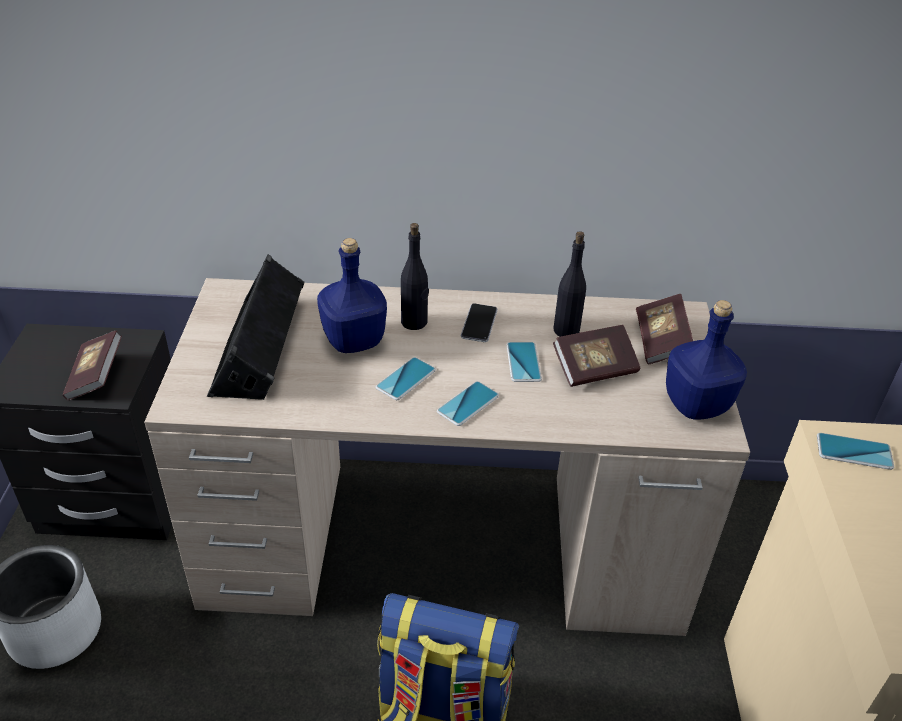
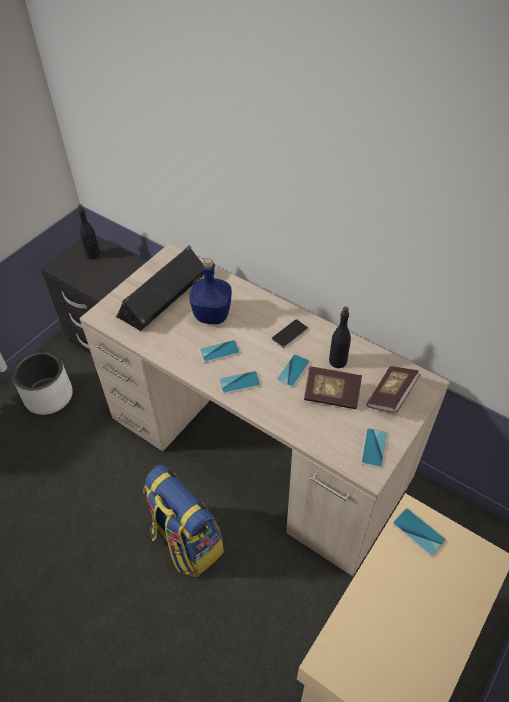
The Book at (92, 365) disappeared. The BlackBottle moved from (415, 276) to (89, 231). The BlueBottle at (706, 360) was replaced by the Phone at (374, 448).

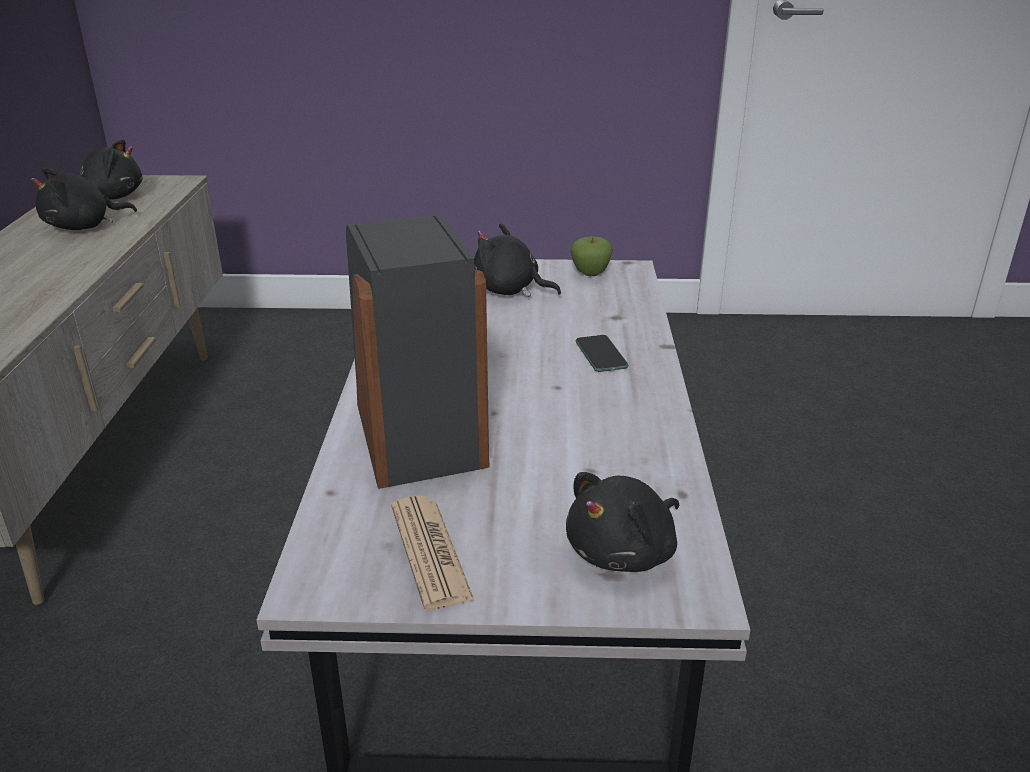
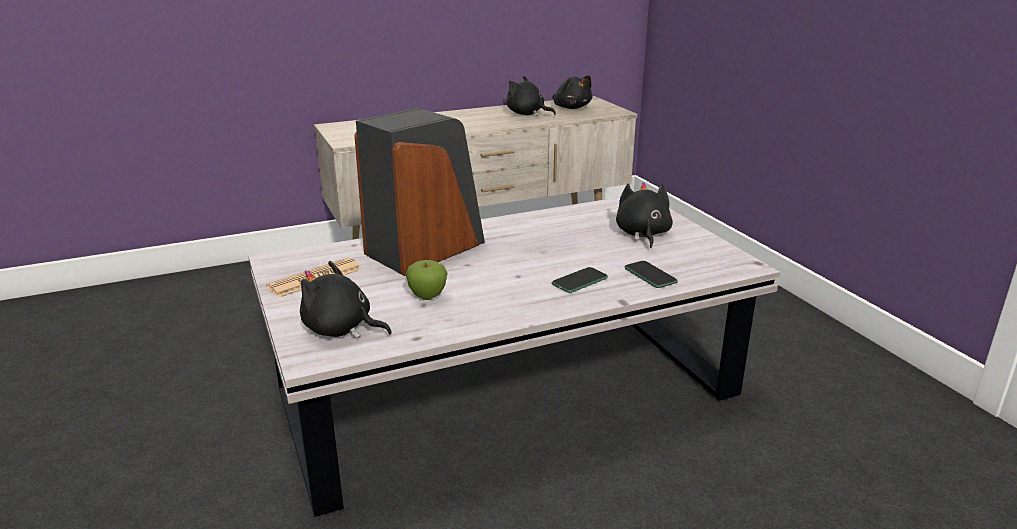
The Apple moved from (591, 256) to (427, 280). The Phone at (651, 274) appeared.

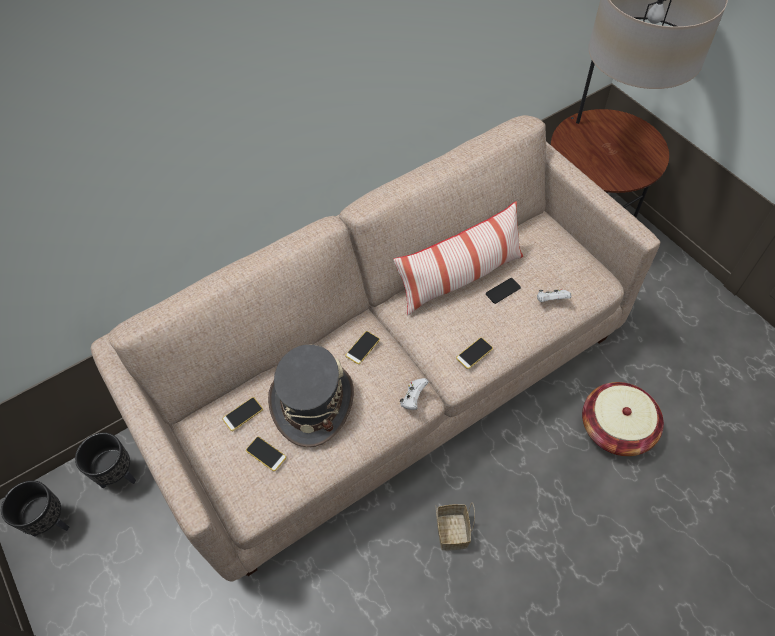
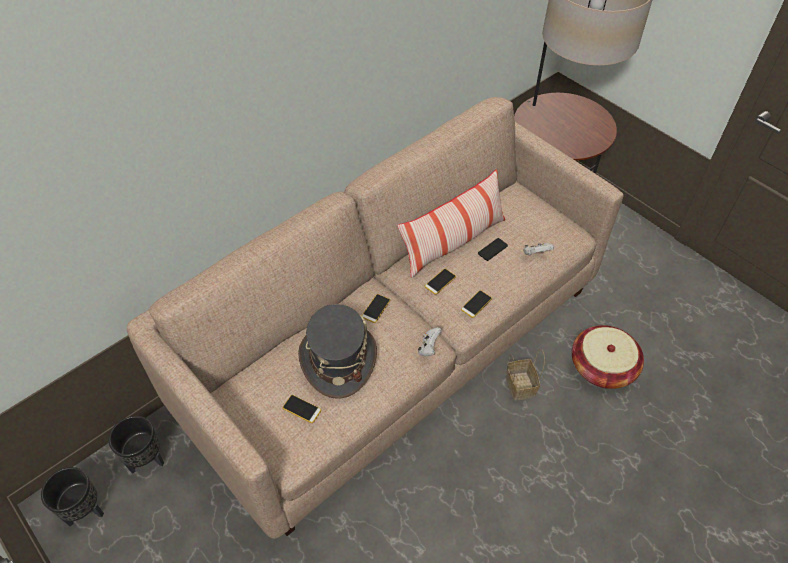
The Phone moved from (242, 414) to (440, 282). The Basket moved from (455, 526) to (525, 375).

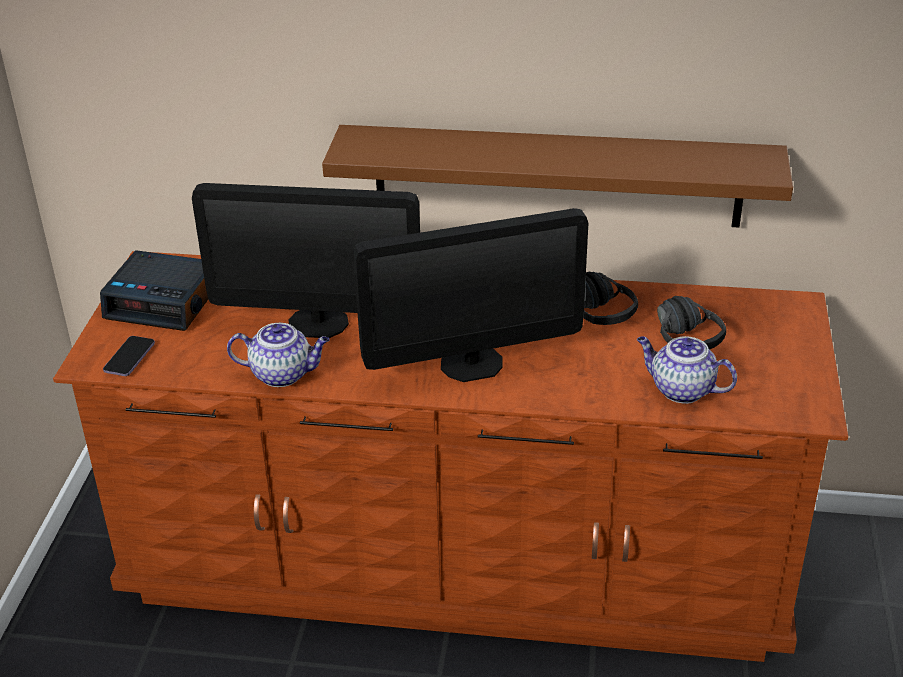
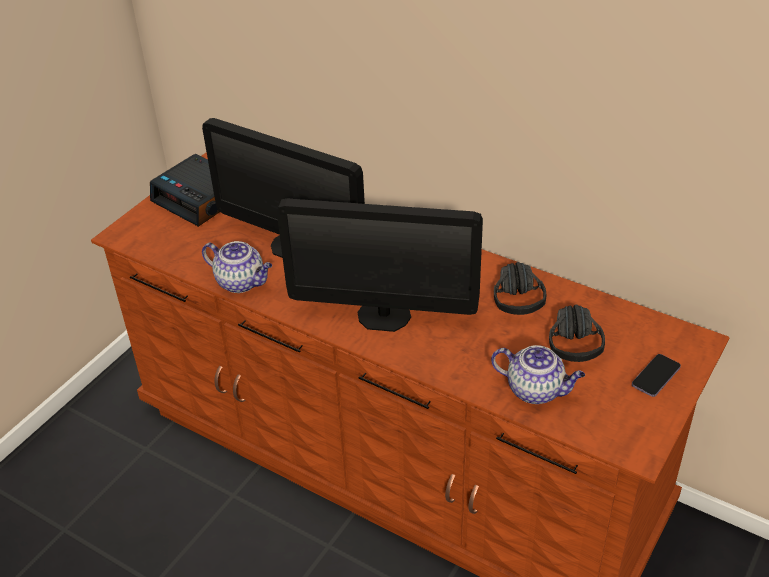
The Phone moved from (129, 356) to (656, 375). The BrownShelf at (557, 176) disappeared. The Teapot at (687, 370) turned 150 degrees clockwise.

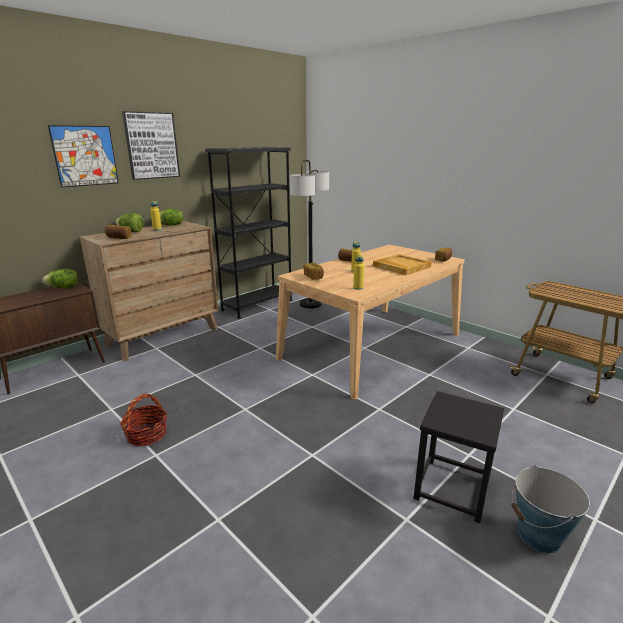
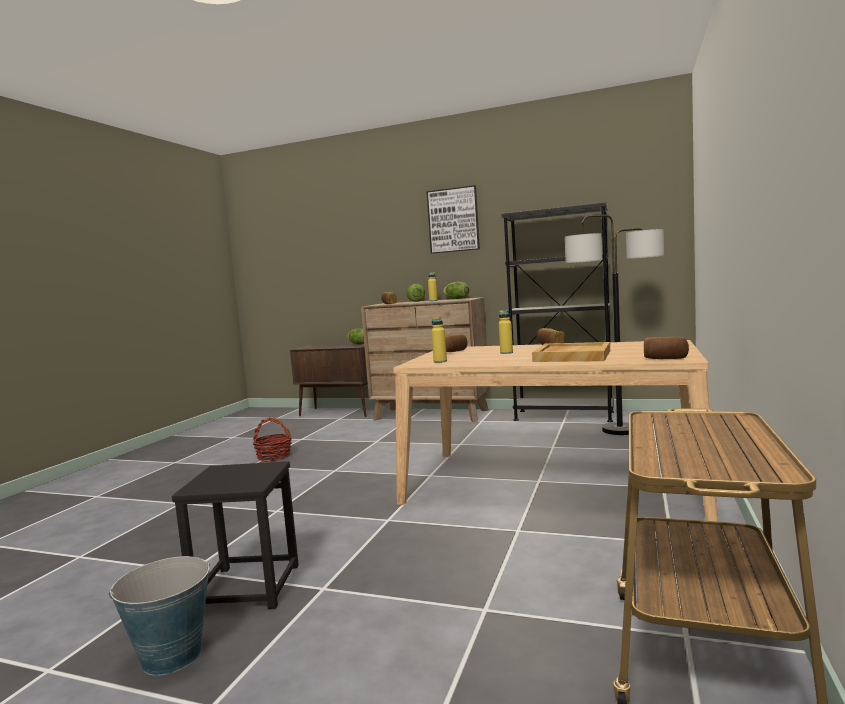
The Picture at (83, 156) disappeared.

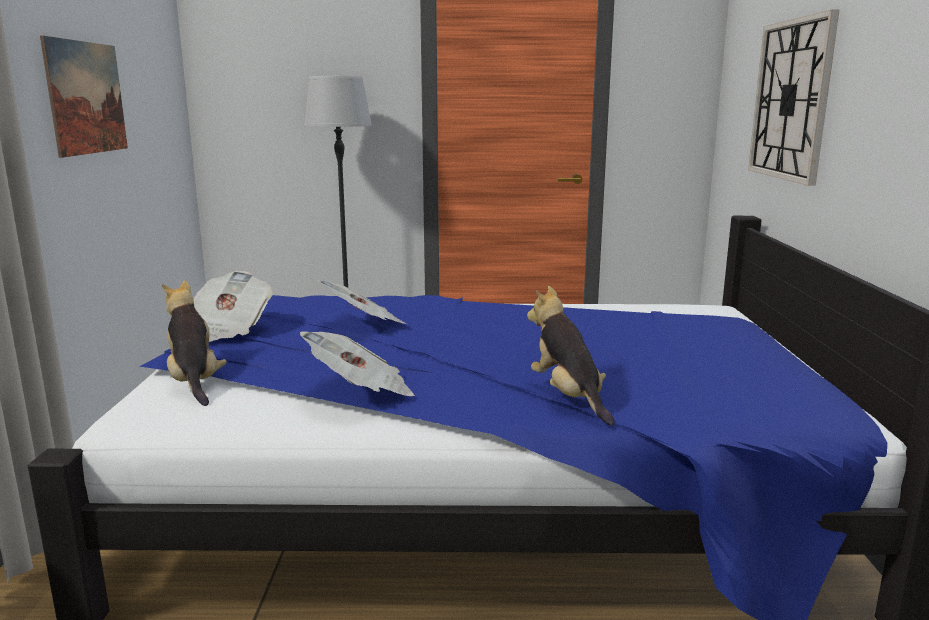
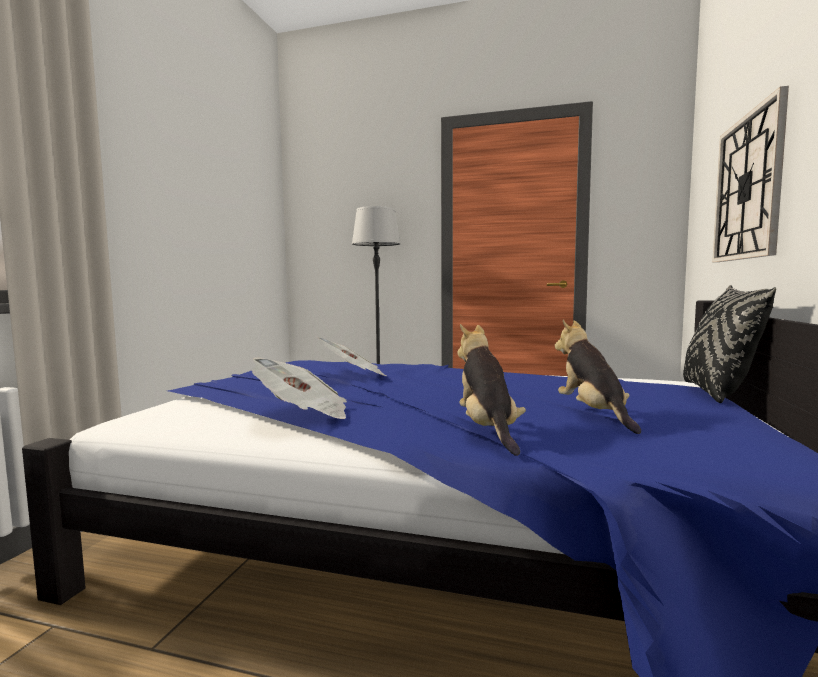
The Picture at (84, 97) disappeared. The PlushToy moved from (194, 343) to (598, 377). The Newspaper at (233, 306) disappeared. The BlackPillow at (729, 344) appeared.

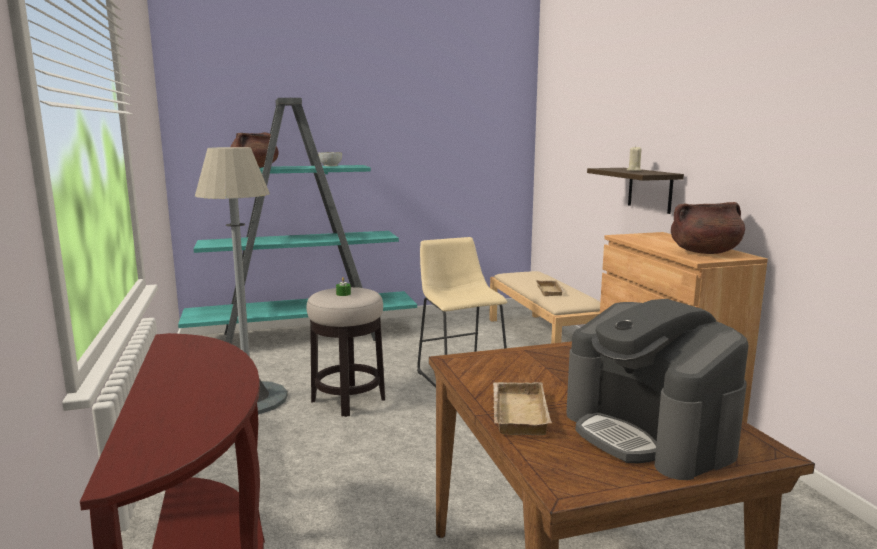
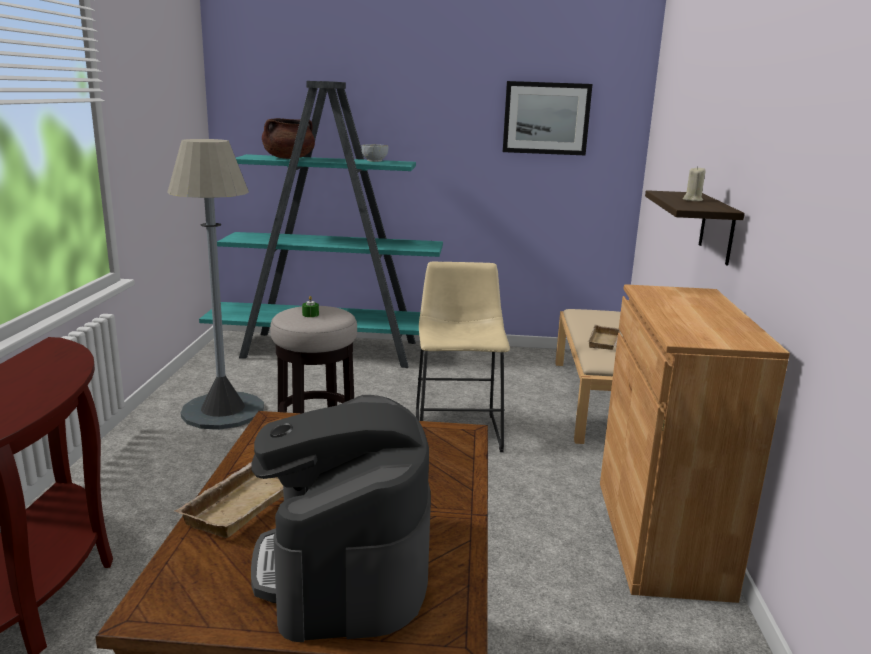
The BrownCookingPot at (708, 228) disappeared. The Picture at (547, 118) appeared.

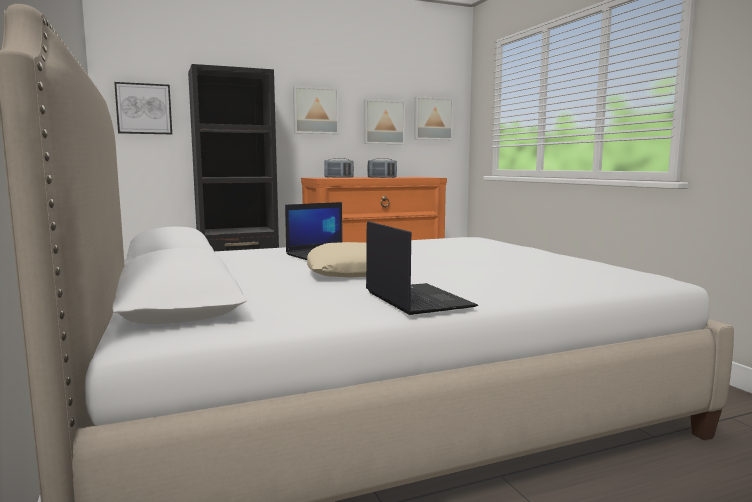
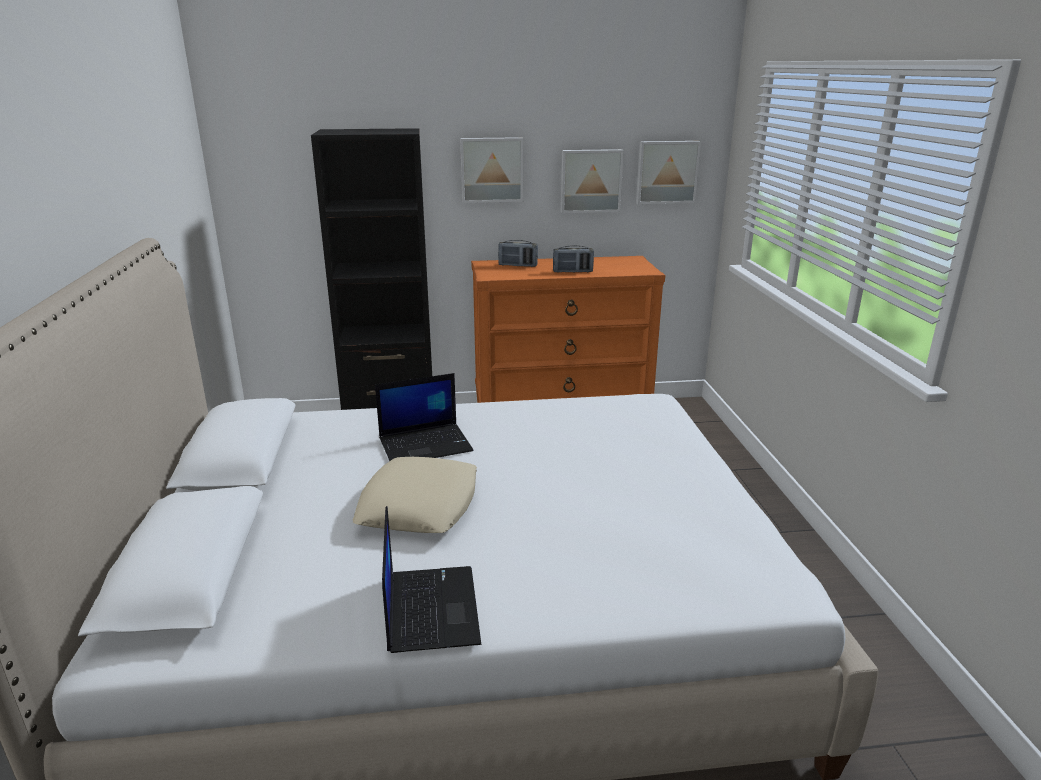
The Picture at (143, 108) disappeared.

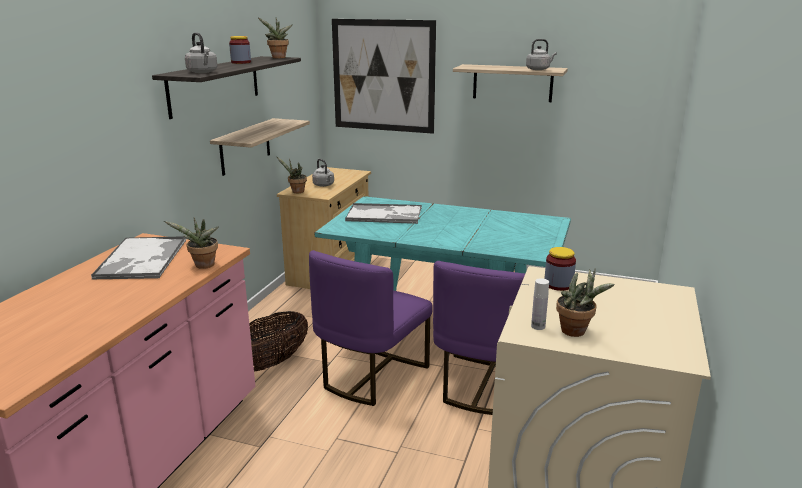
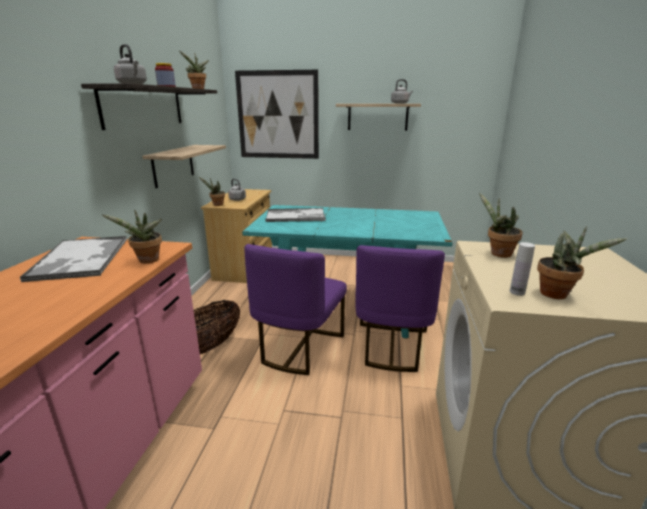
The Jar at (560, 269) was replaced by the PottedPlant at (501, 225).

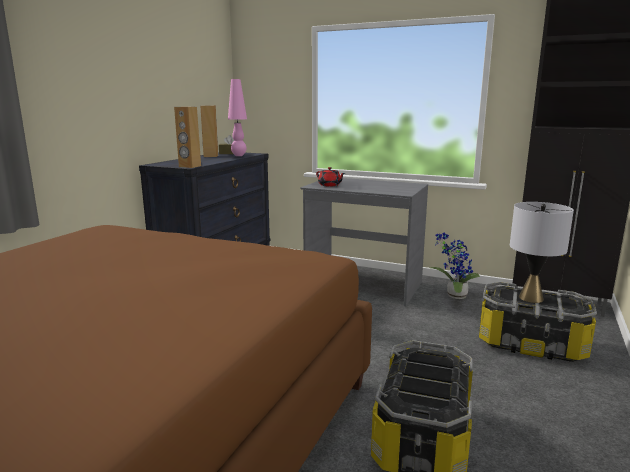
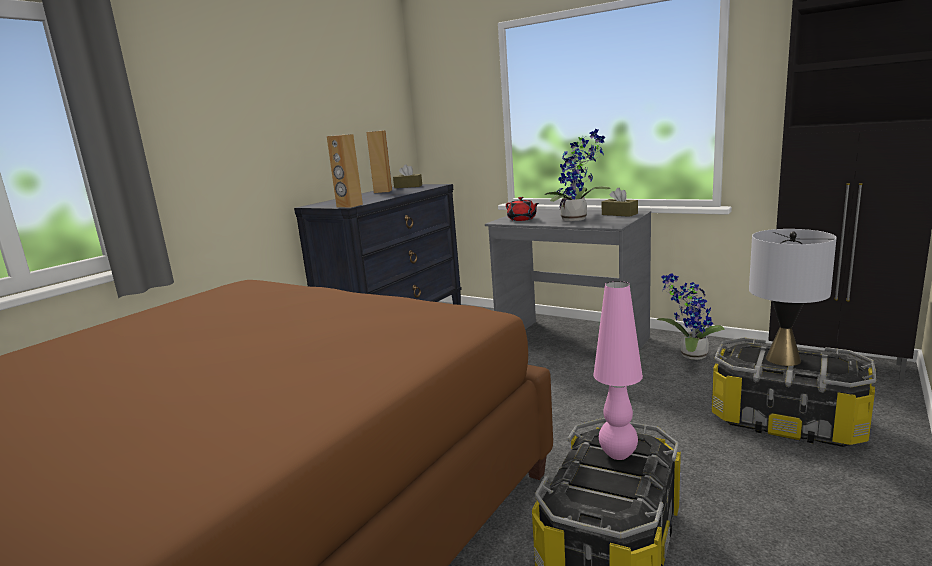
The PinkTableLamp moved from (237, 117) to (618, 370). The PottedPlant at (577, 175) appeared. The BrownTissueBox at (620, 202) appeared.

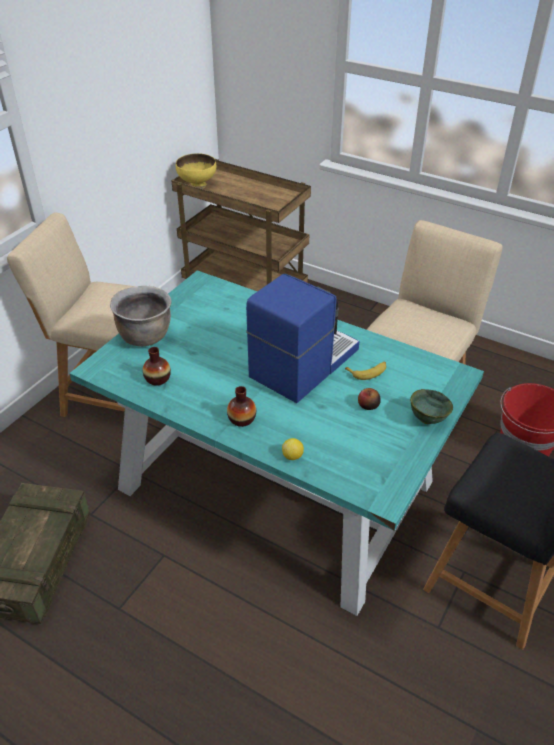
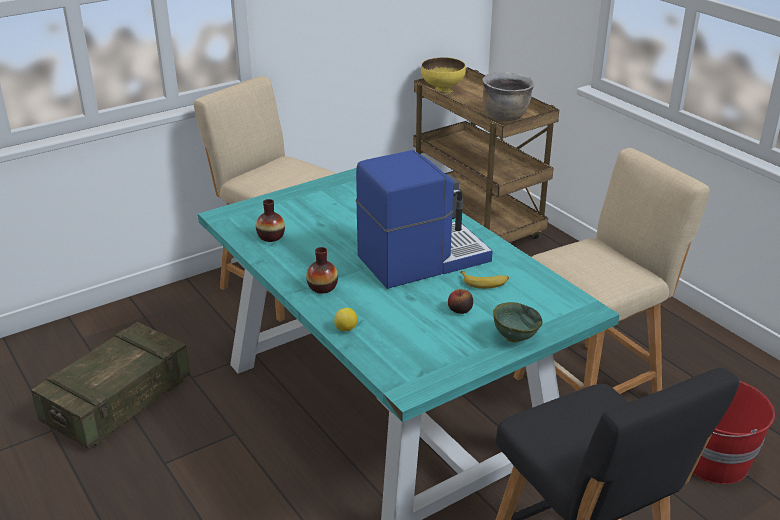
The BrownCookingPot moved from (140, 316) to (508, 96).

